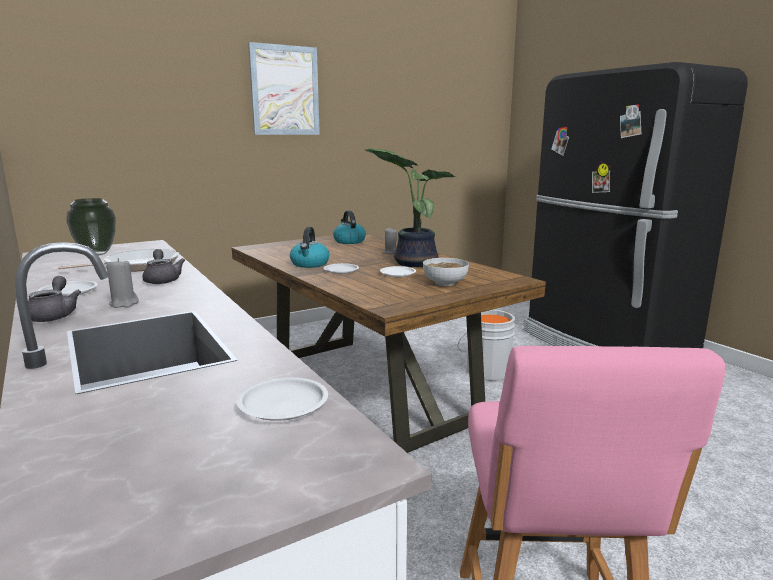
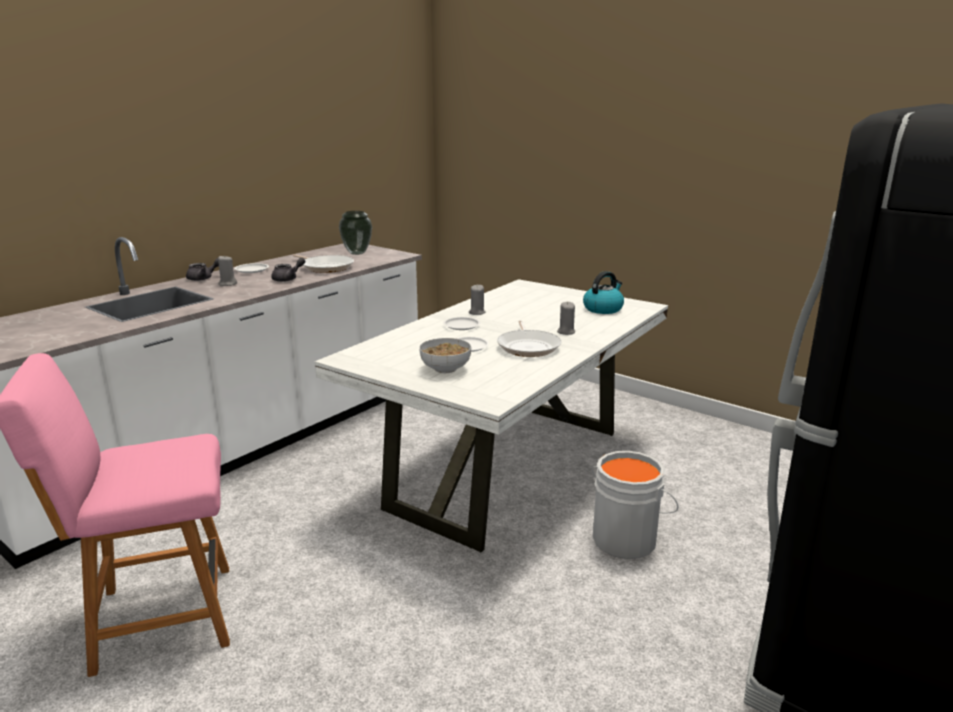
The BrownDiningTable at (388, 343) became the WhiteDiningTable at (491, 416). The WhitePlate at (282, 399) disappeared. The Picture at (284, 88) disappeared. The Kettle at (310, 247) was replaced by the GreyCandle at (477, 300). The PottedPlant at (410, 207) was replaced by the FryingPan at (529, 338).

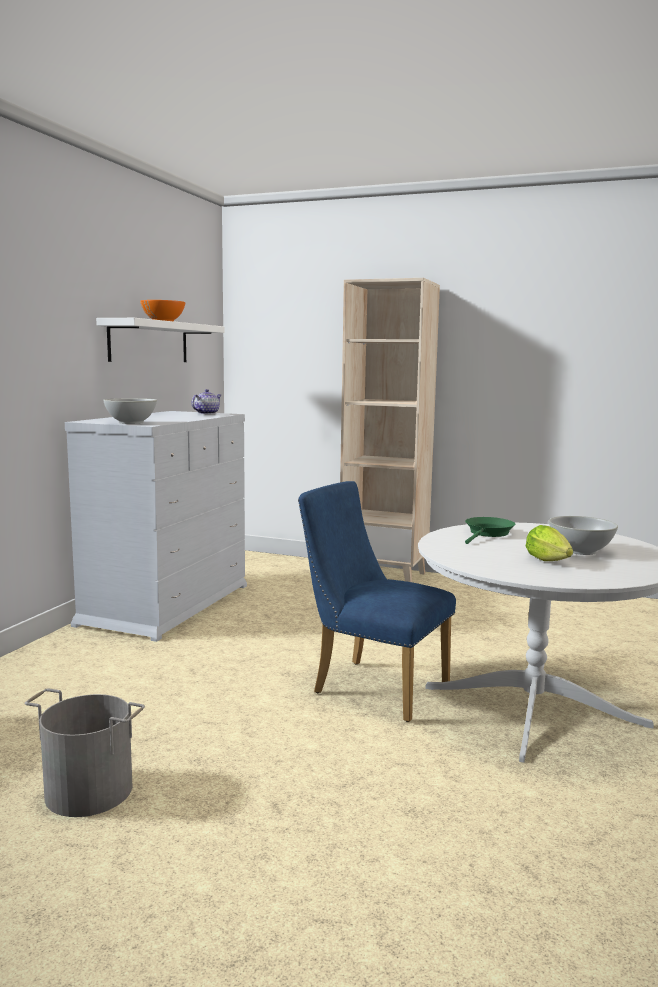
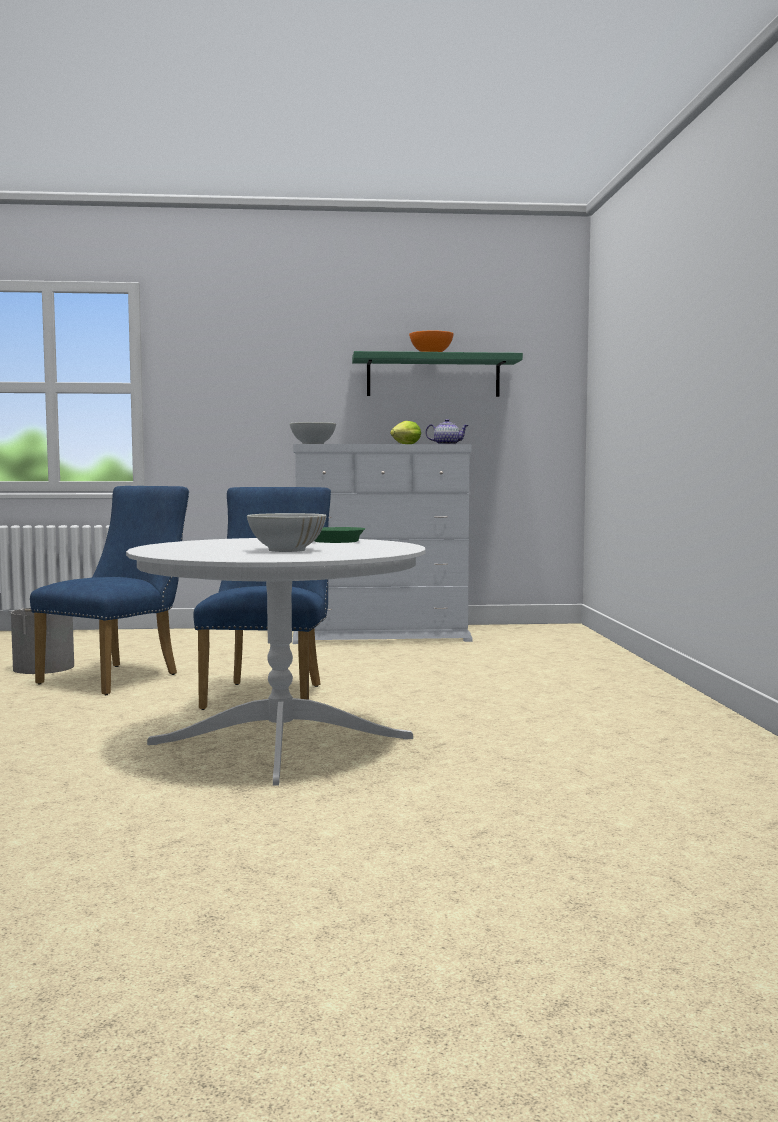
The WhiteShelf at (160, 340) became the GreenShelf at (437, 374). The BeigeBookcase at (390, 430) disappeared. The Lettuce moved from (549, 543) to (405, 432). The BlueChair at (109, 590) appeared.

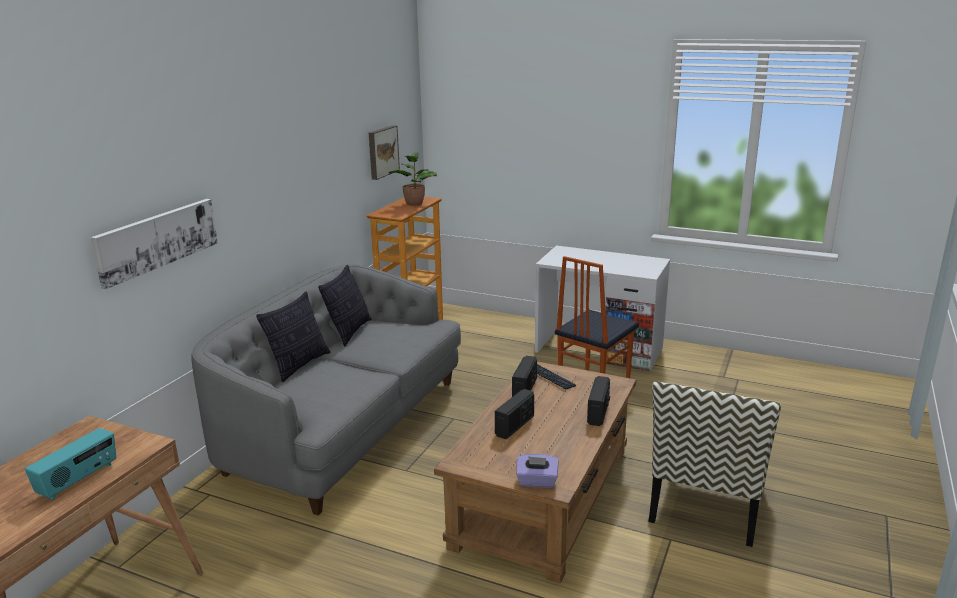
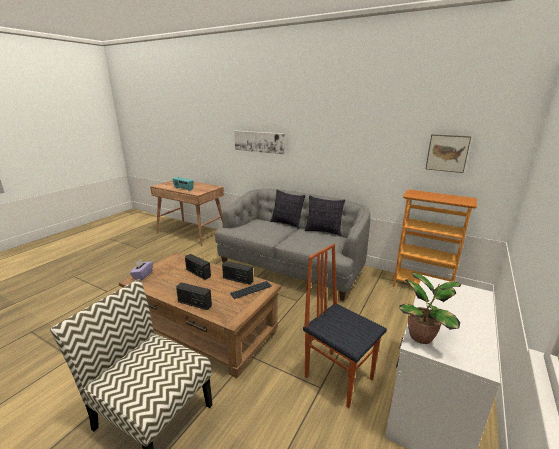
The PottedPlant moved from (413, 179) to (430, 308).

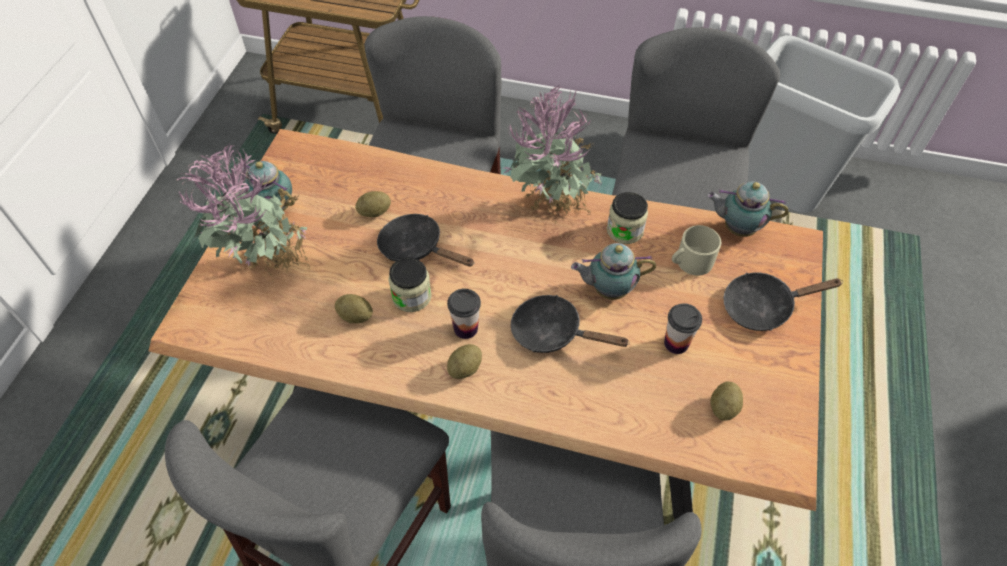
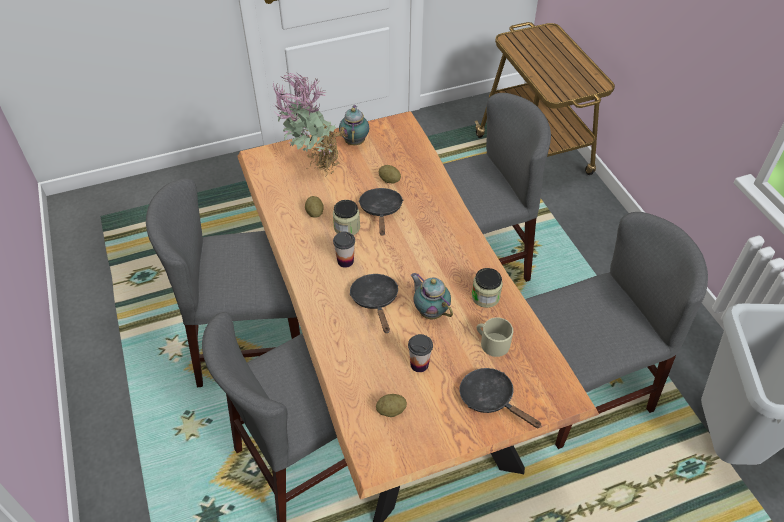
The Potato at (464, 361) disappeared. The PottedPlant at (552, 153) disappeared. The Teapot at (748, 209) disappeared.

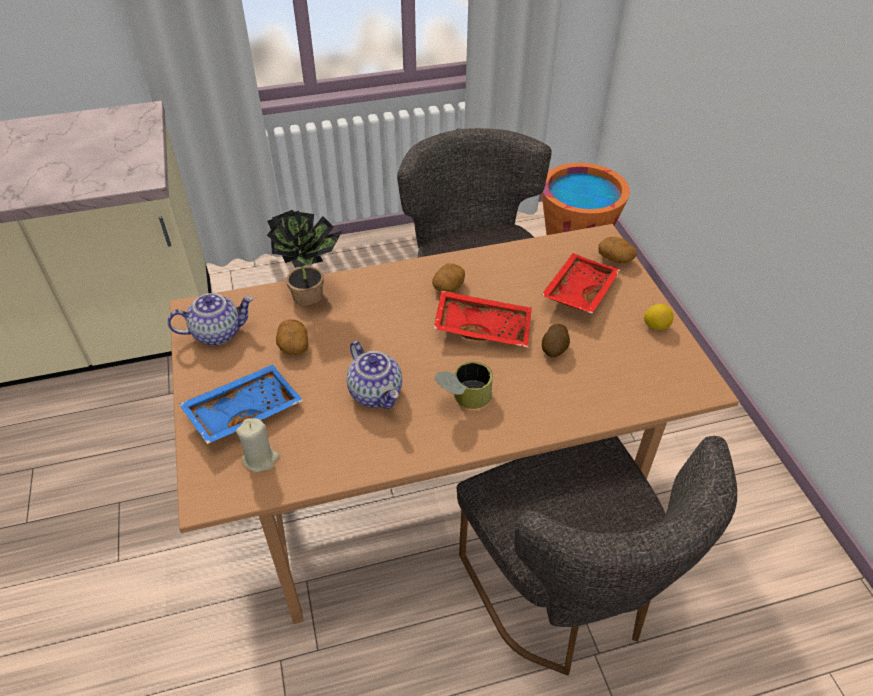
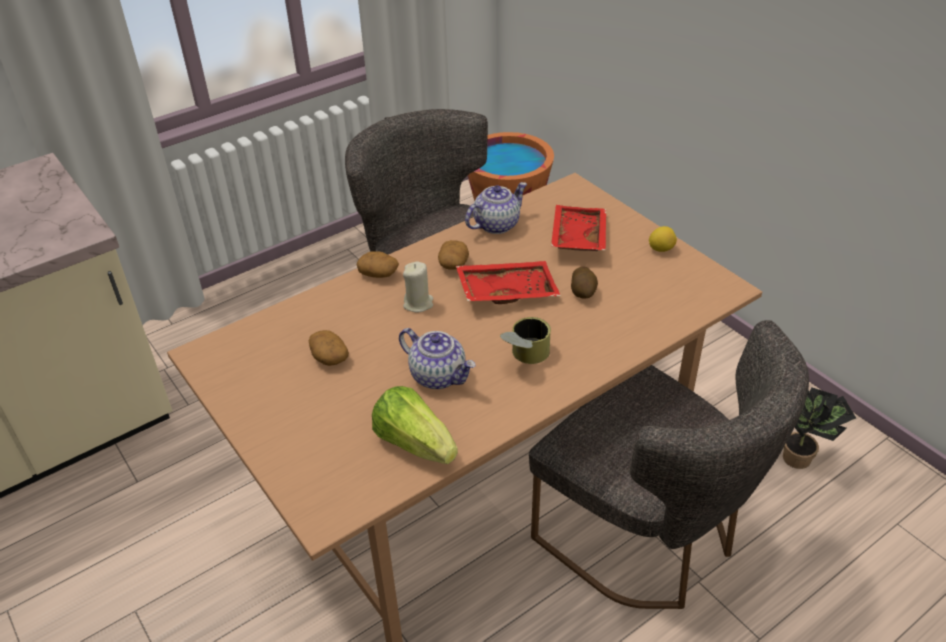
The Teapot moved from (210, 319) to (496, 208). The BlueTray at (241, 404) disappeared. The BeigeCandle moved from (257, 445) to (418, 287). The PottedPlant moved from (305, 258) to (819, 428). The Potato moved from (617, 250) to (378, 264). The Lettuce at (415, 425) appeared.

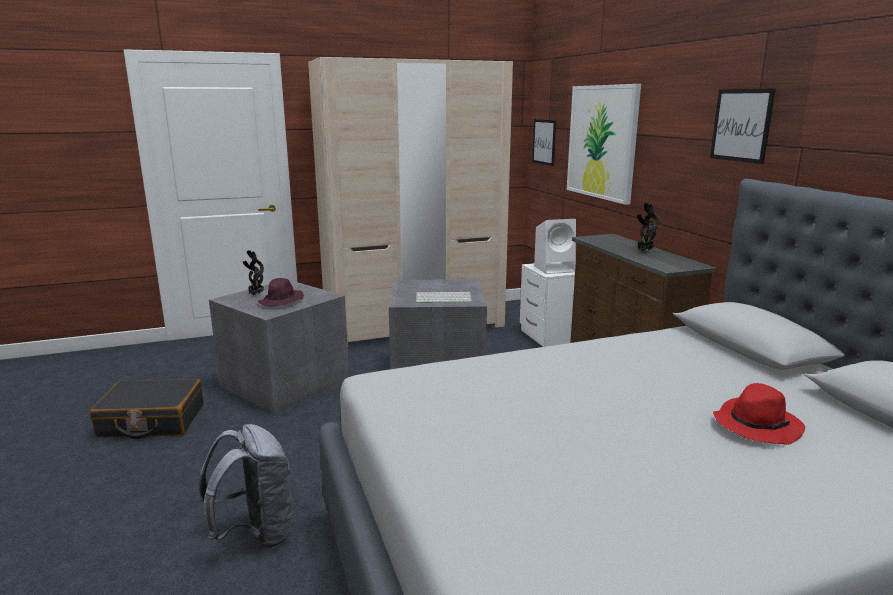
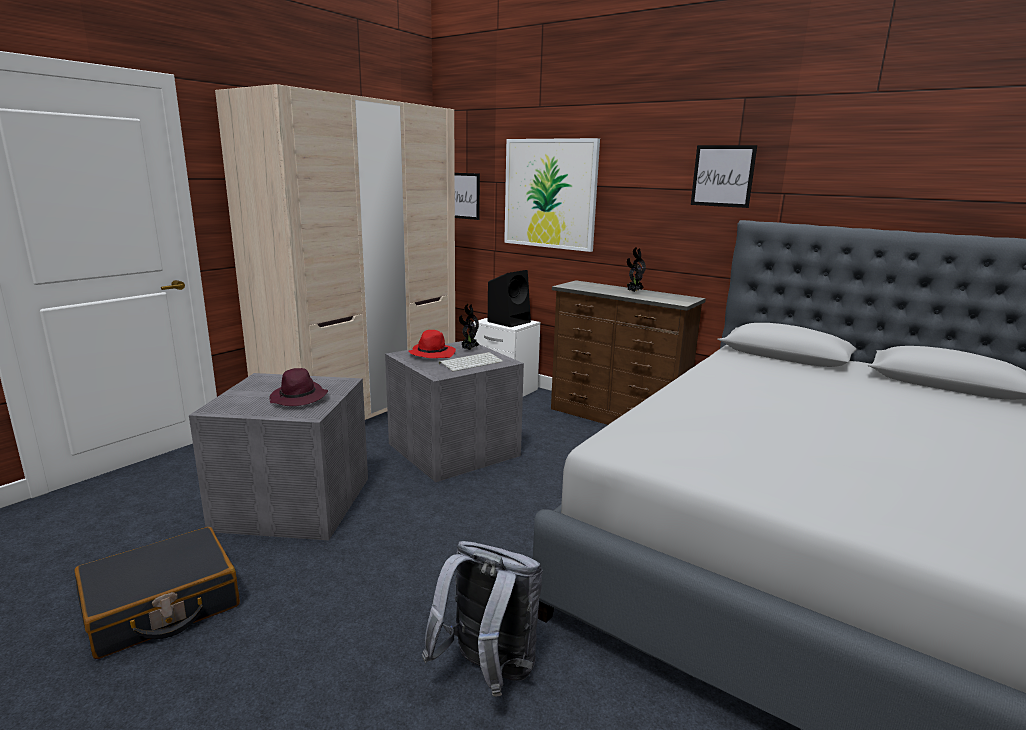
The PottedPlant moved from (253, 272) to (469, 327). The WhiteSpeaker at (555, 246) became the BlackSpeaker at (509, 298). The RedHat moved from (759, 414) to (432, 344).

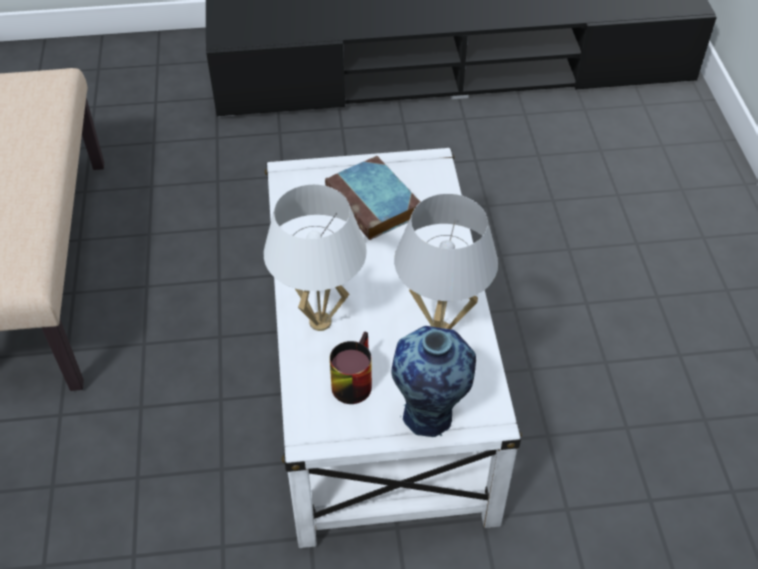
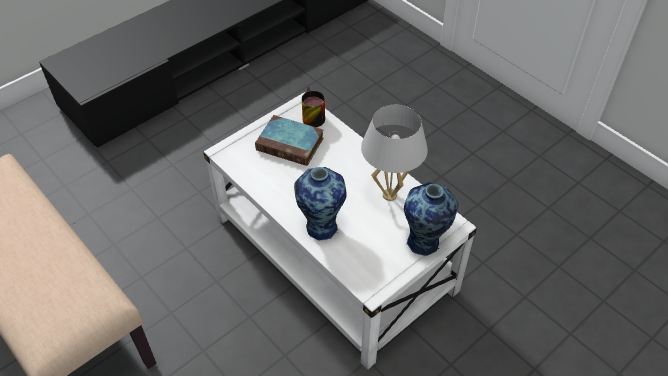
The WhiteTableLamp at (315, 257) was replaced by the Vase at (320, 203). The Mug moved from (351, 367) to (313, 107).

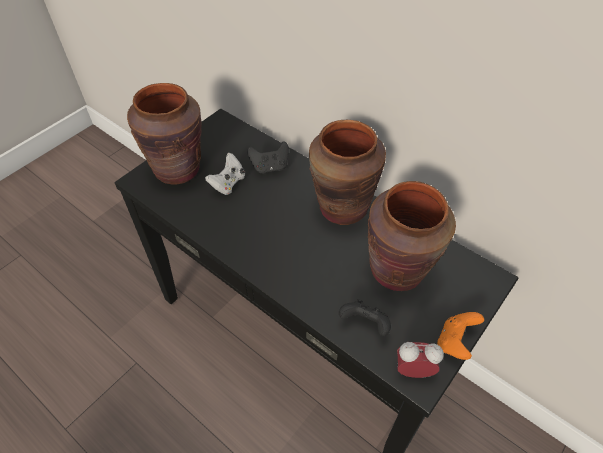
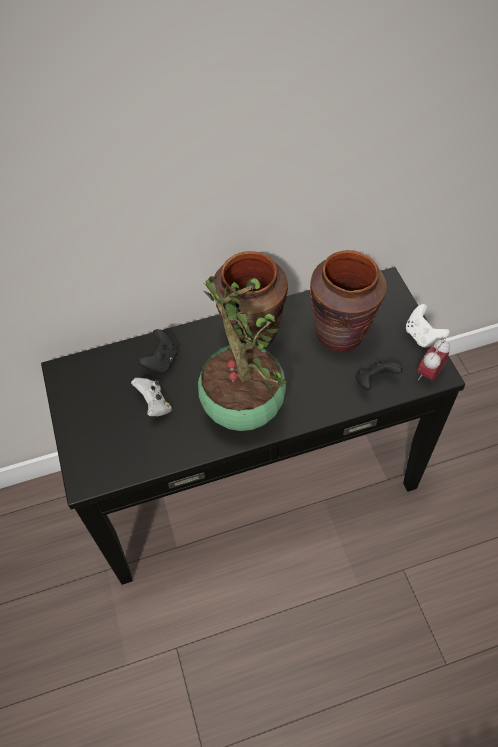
The BrownVase at (164, 134) disappeared. The OrangeGameController at (460, 336) became the WhiteGameController at (428, 326). The PottedPlant at (243, 353) appeared.

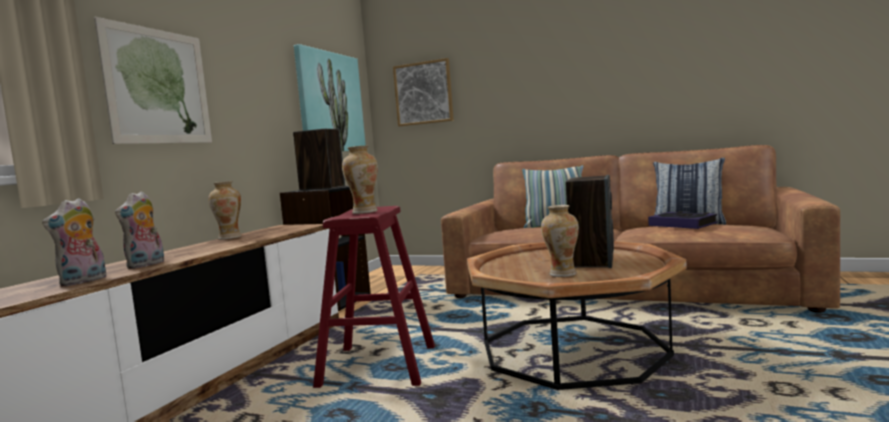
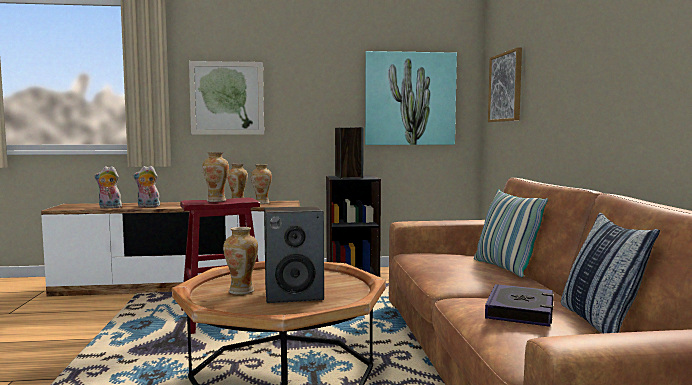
The Vase at (261, 184) appeared.

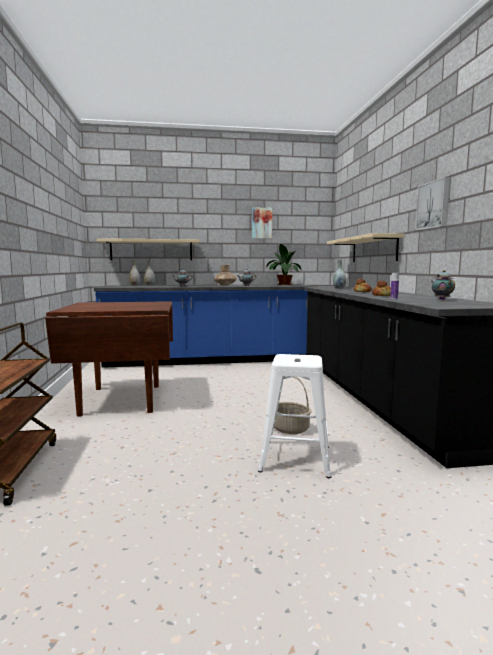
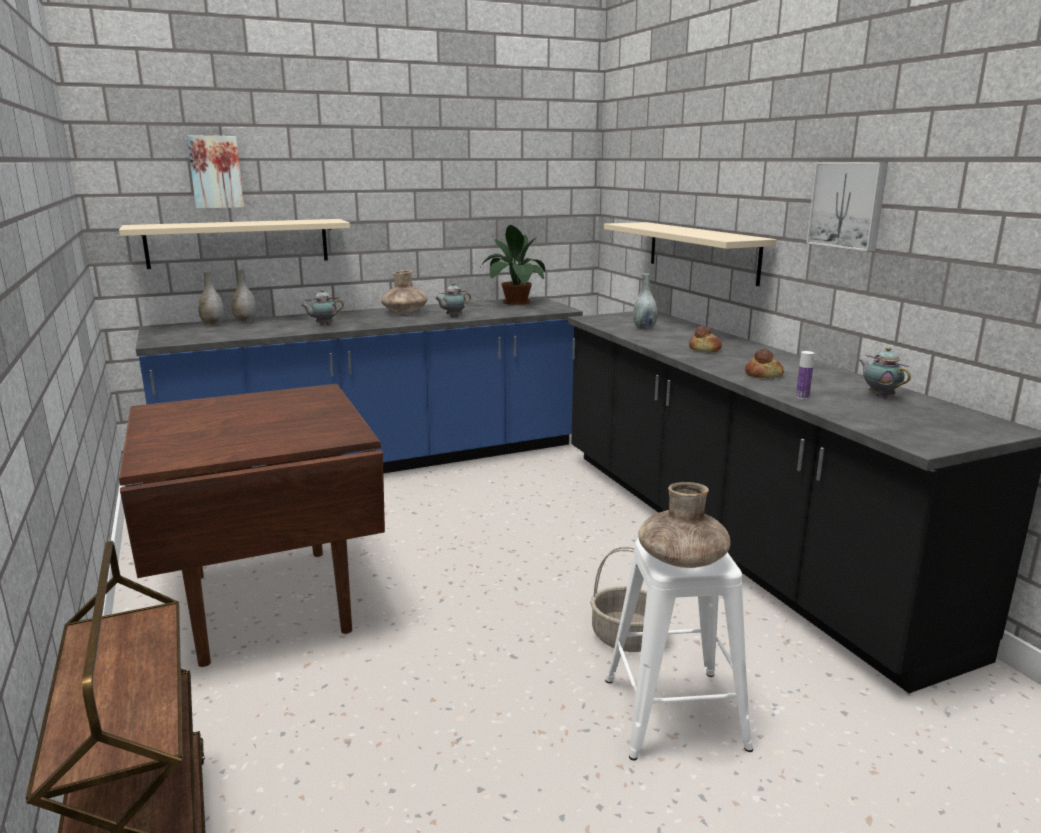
The Picture moved from (262, 223) to (215, 172). The BrownVase at (684, 525) appeared.

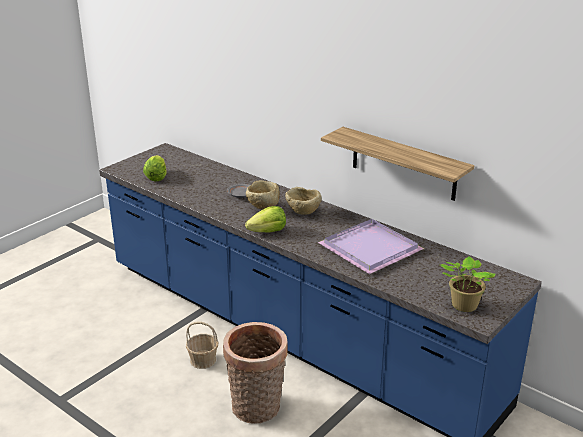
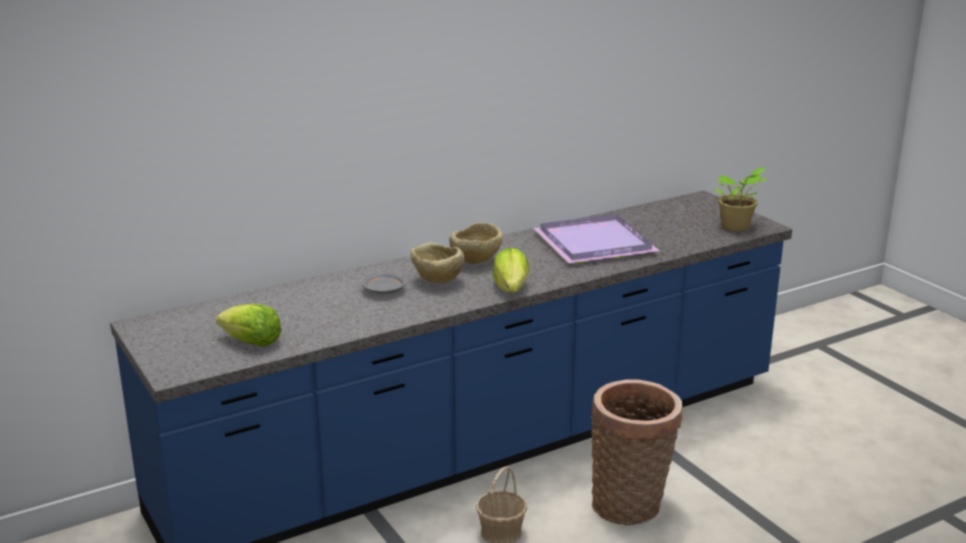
The Shelf at (397, 164) disappeared.

